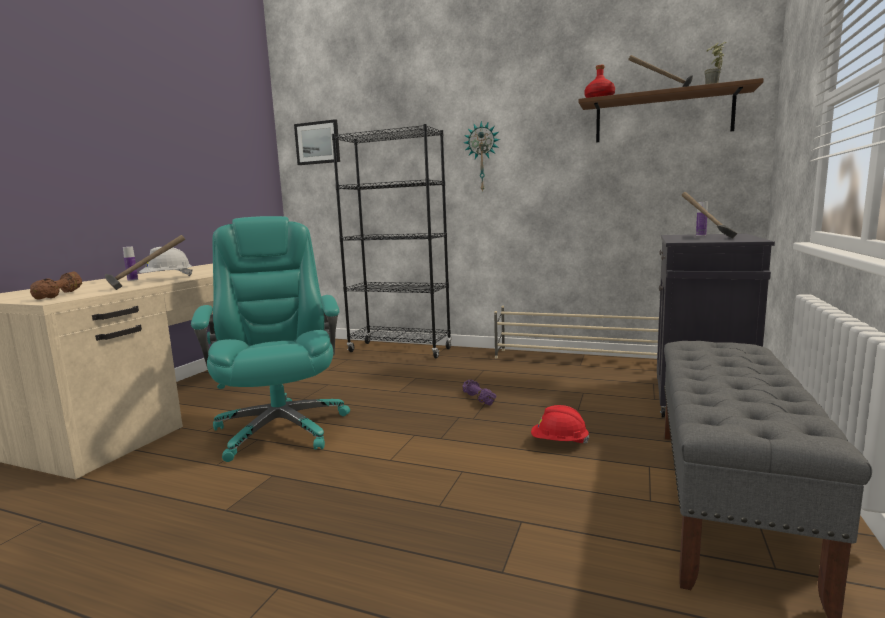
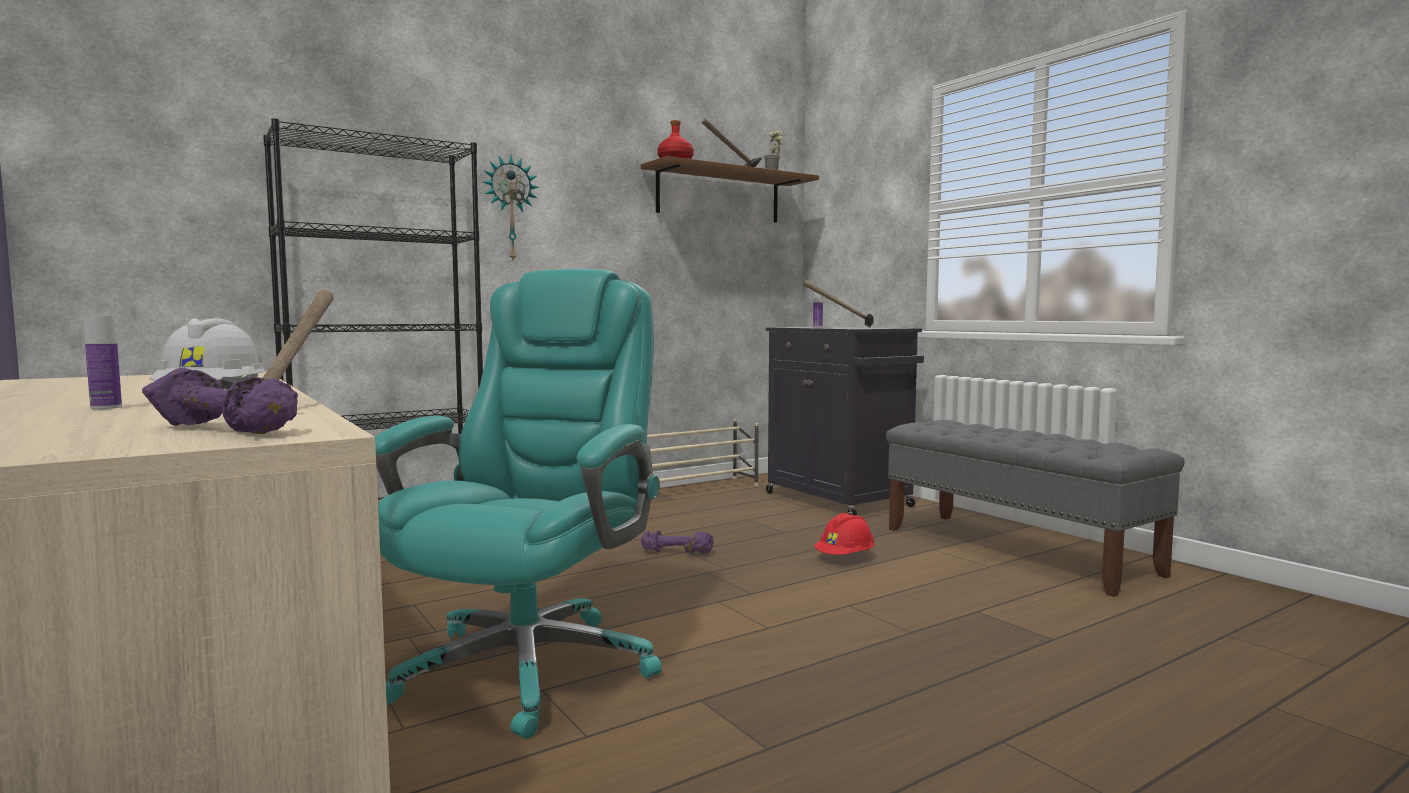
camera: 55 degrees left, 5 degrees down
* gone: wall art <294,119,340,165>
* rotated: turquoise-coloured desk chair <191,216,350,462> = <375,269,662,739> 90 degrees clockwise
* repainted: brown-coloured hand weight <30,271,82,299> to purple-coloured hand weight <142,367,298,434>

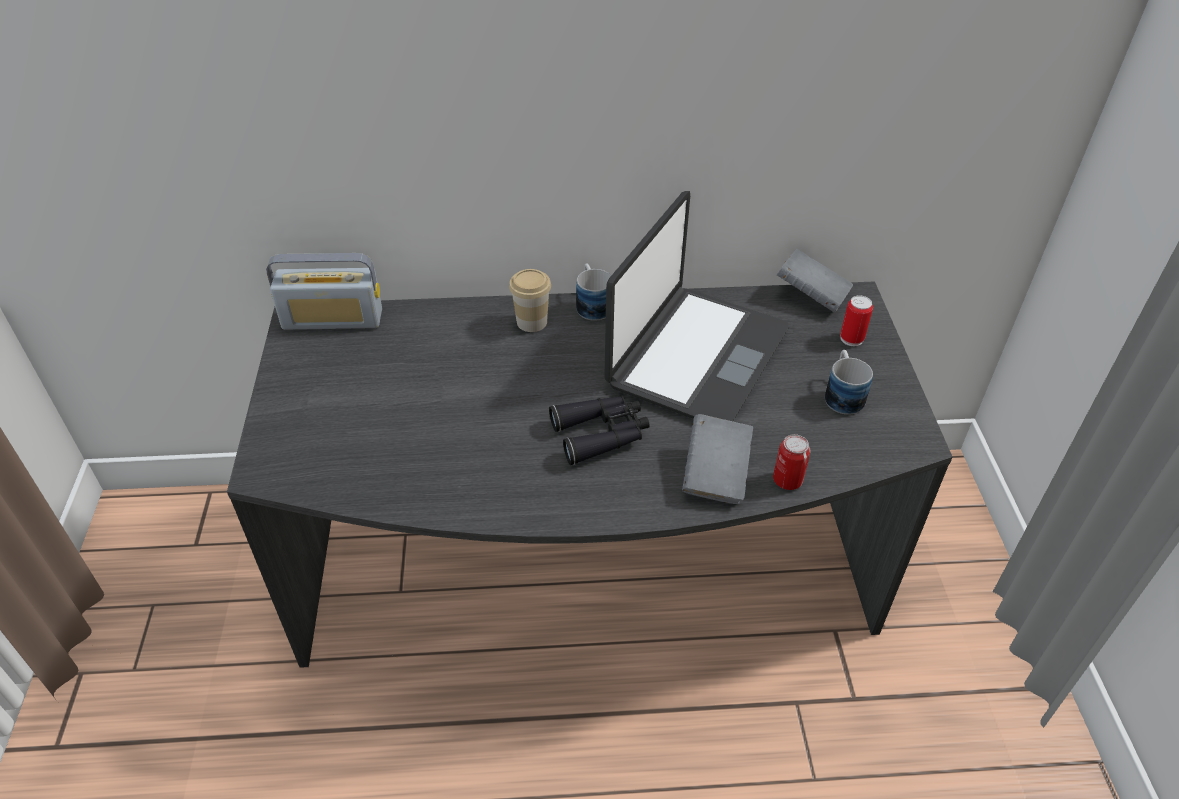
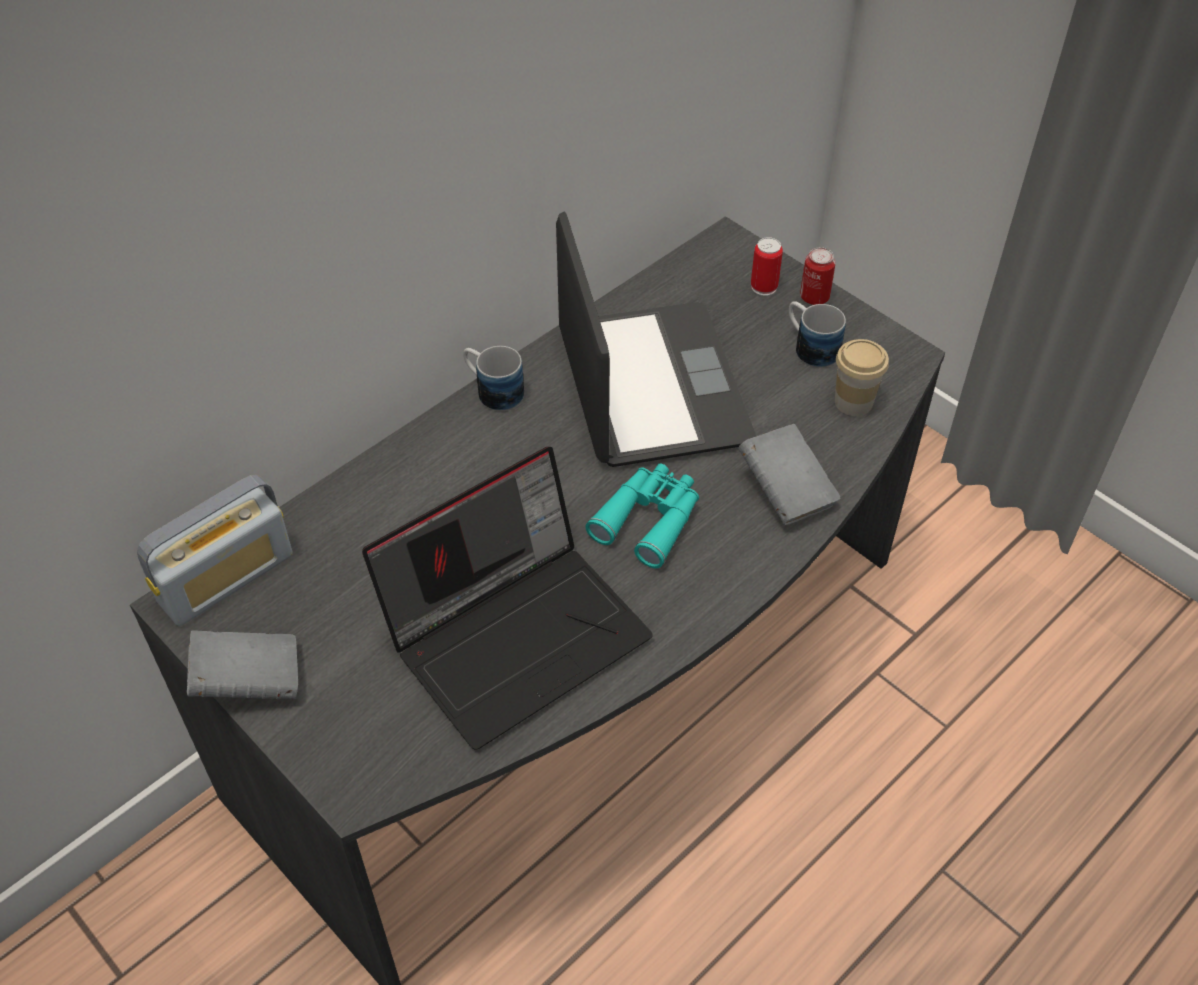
camera: 40 degrees left, 5 degrees up
* shifted: greyish volume <777,249,853,313> to <187,631,298,700>
* shifted: drinking cup <509,269,551,332> to <835,339,889,416>
* repainted: black-coloured binoculars <549,395,650,465> to turquoise-coloured binoculars <585,463,699,568>
* shifted: sealed can <773,434,810,490> to <800,247,836,305>
* new: portable computer <362,447,653,750>

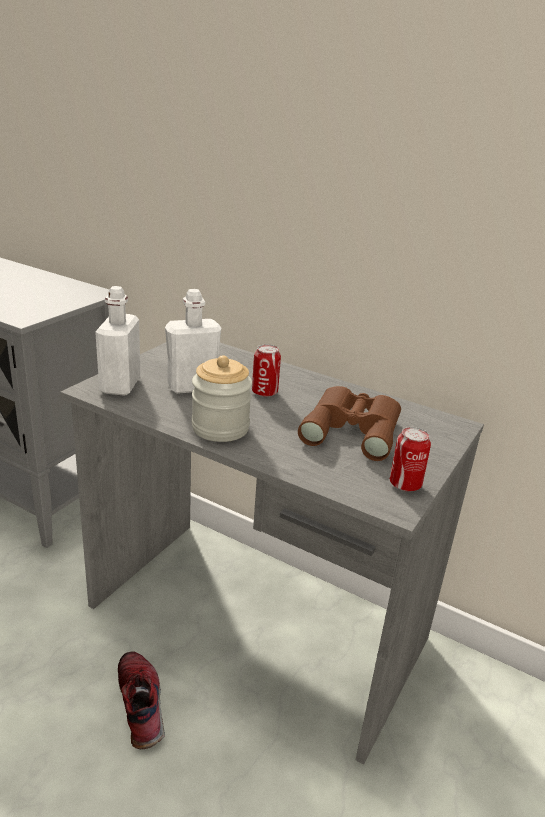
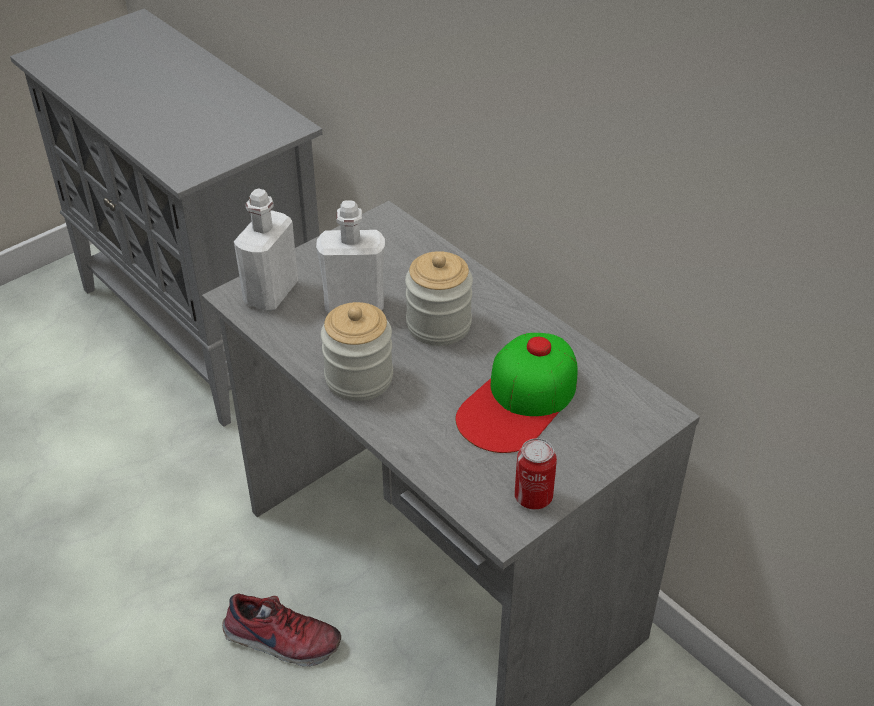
camera: 20 degrees right, 15 degrees up
* swapped: sealed can <252,344,281,397> to jar <405,251,473,346>
* swapped: brown-coloured binoculars <298,386,401,461> to peaked cap <455,333,578,453>
* rotated: shoe <118,652,165,749> = <222,593,341,667> 105 degrees clockwise

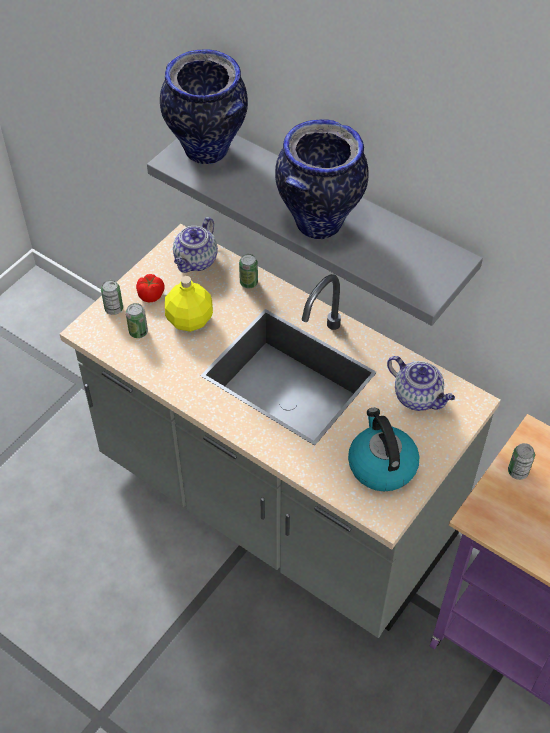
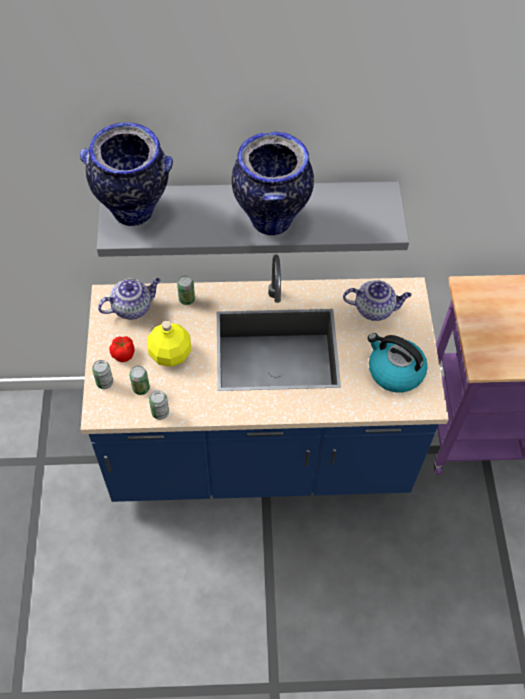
camera: 40 degrees left, 5 degrees up
* rotated: tea pot <173,217,218,273> = <98,278,160,320> 105 degrees counterclockwise
* repainted: greyish kitchen counter <60,224,501,638> to blue kitchen counter <81,254,449,502>
* shifted: sealed can <508,443,535,480> to <149,390,169,420>

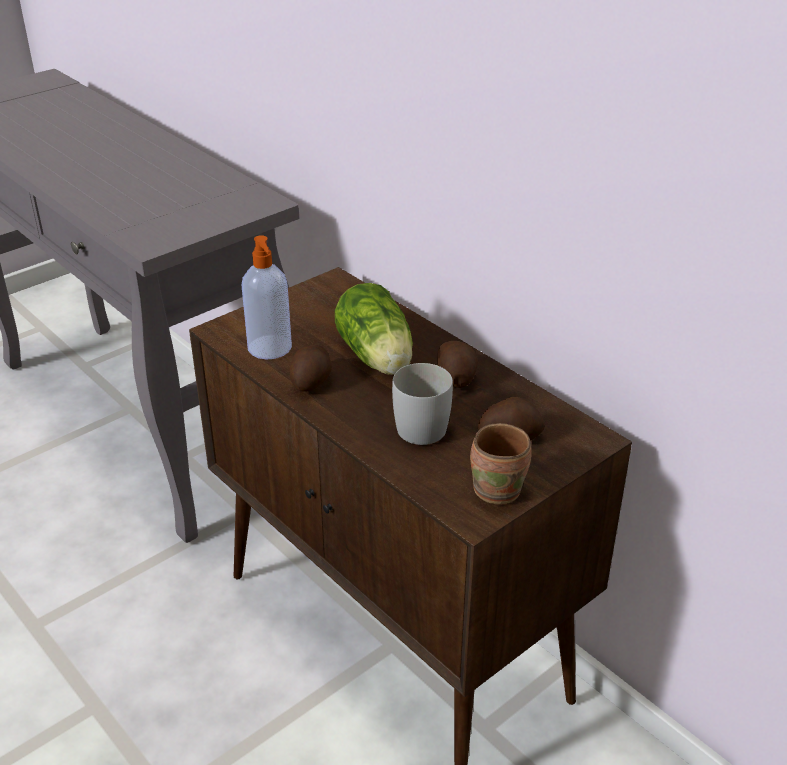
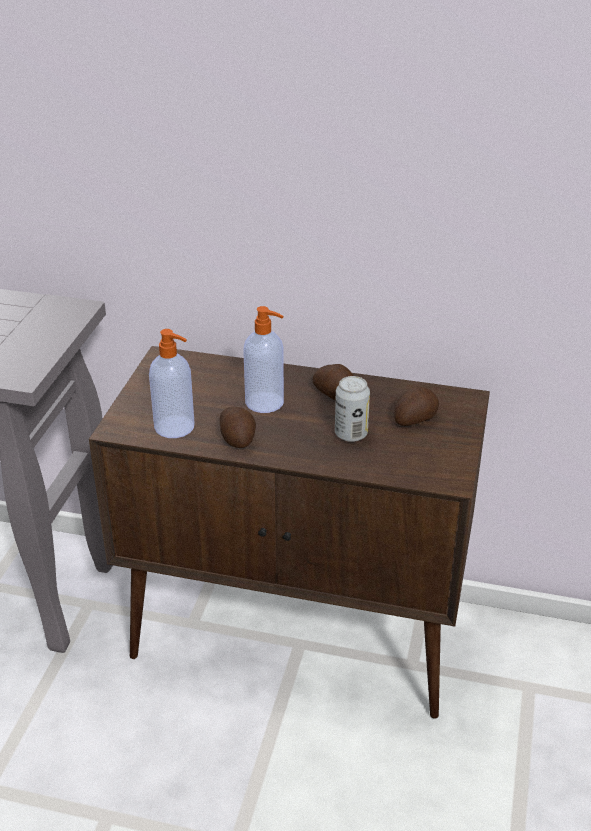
camera: 35 degrees left, 0 degrees up
* swapped: head of lettuce <335,283,413,375> to soap dispenser <243,306,284,413>
* swapped: white coffee mug <392,363,453,445> to sealed can <335,376,370,442>
* gone: brown-coloured coffee mug <470,423,532,504>

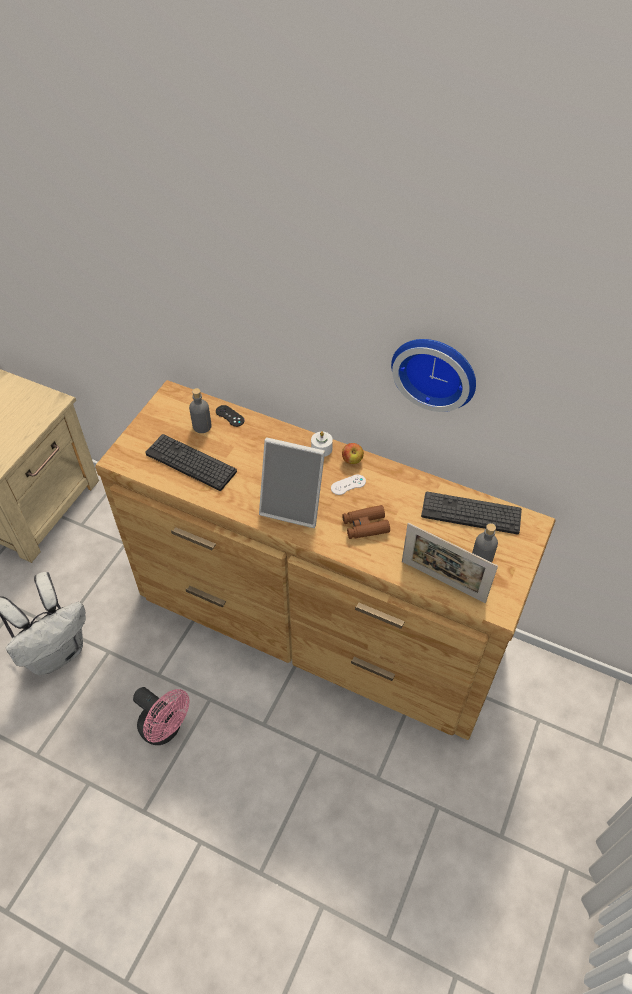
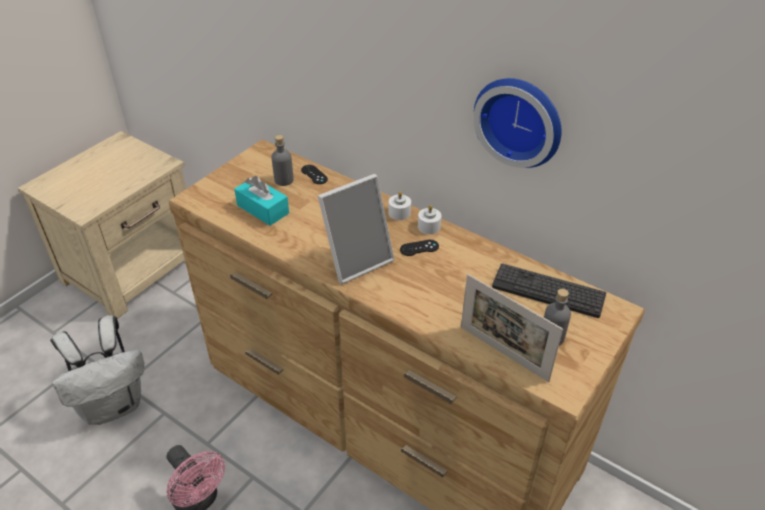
camera: 10 degrees right, 10 degrees down
* swapped: keyboard <145,434,237,491> to turquoise-coloured tissue holder <234,176,289,226>
* rotated: standing frame <259,437,325,528> = <318,174,394,284> 60 degrees counterclockwise
* swapped: whole apple <342,443,364,464> to white wax light <418,205,441,234>
* repainted: white joypad <331,475,366,495> to black-coloured joypad <400,240,439,256>
* gone: brown-coloured binoculars <342,505,390,539>

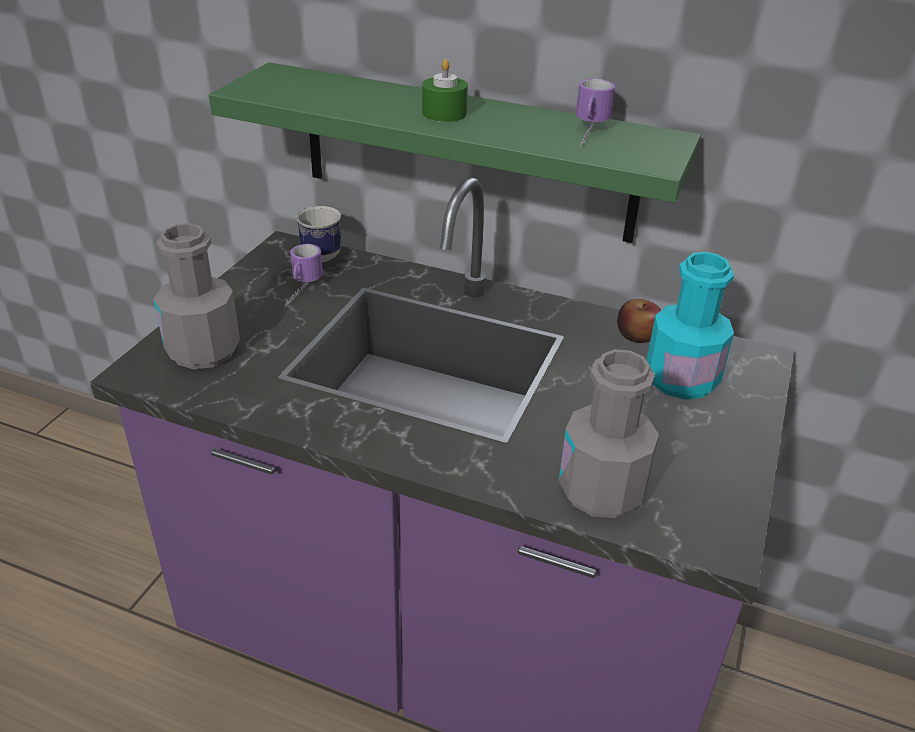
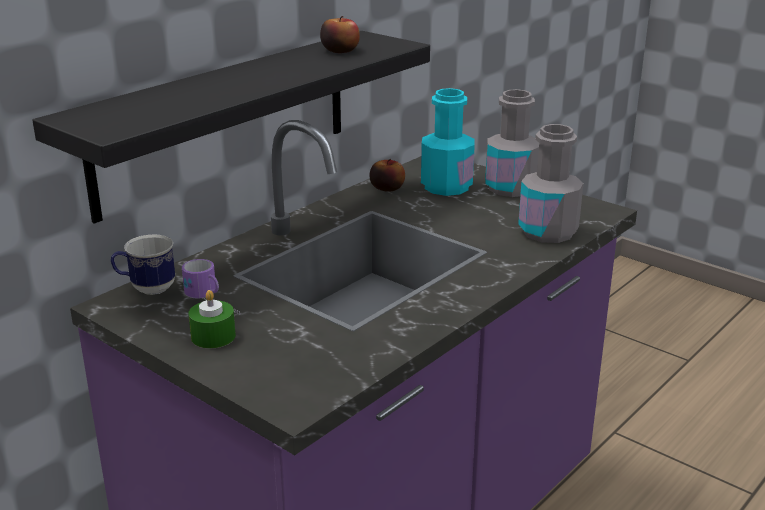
camera: 70 degrees left, 10 degrees down
* shifted: greenish wax light <422,59,468,122> to <188,290,236,348>
* repainted: greenish bracket shelf <209,62,701,243> to black-coloured bracket shelf <32,31,430,224>
* swapped: coffee mug <576,79,615,148> to whole apple <320,16,360,53>
* shifted: greyish drink bottle <153,223,240,369> to <485,89,539,197>

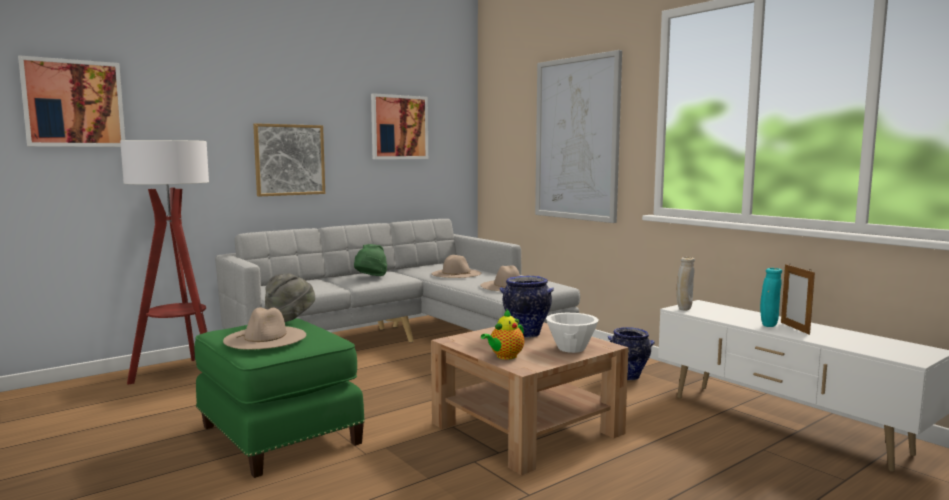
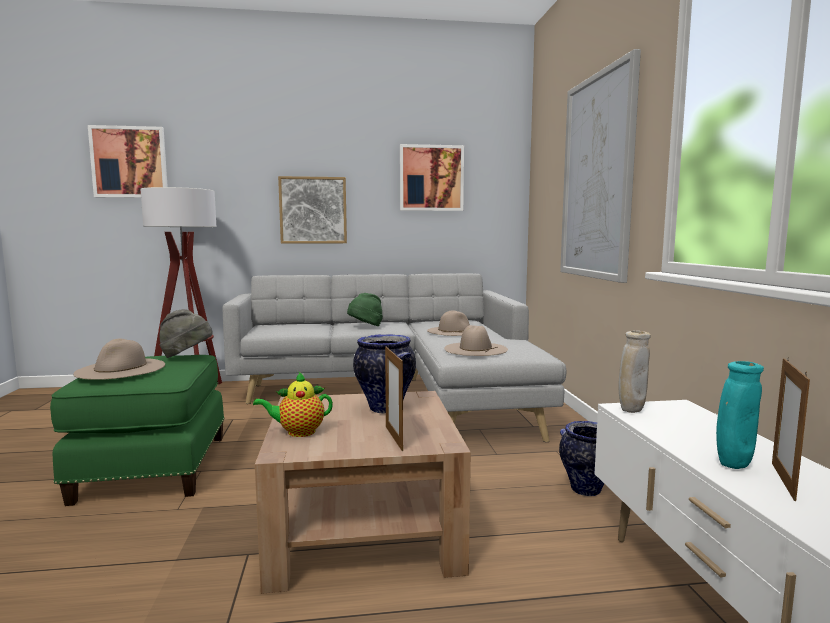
camera: 30 degrees right, 0 degrees up
* swapped: white deep dish <546,313,599,353> to standing frame <385,345,403,451>

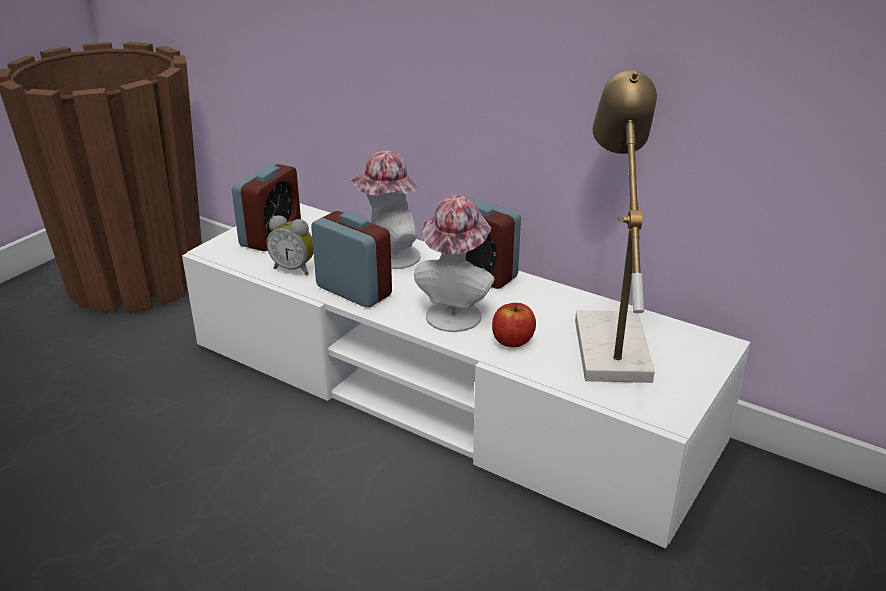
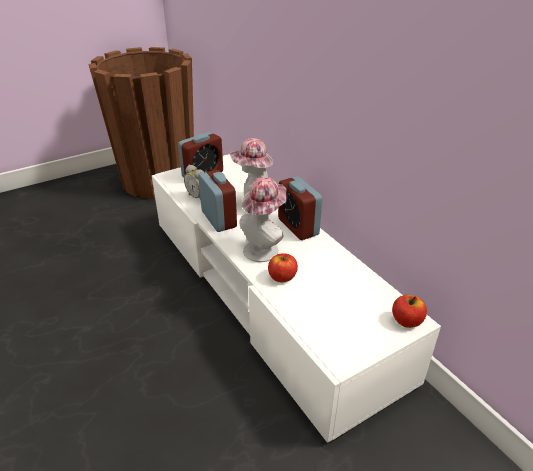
camera: 25 degrees right, 5 degrees up
* gone: table lamp <575,70,657,383>
* new: whole apple <392,295,427,328>

